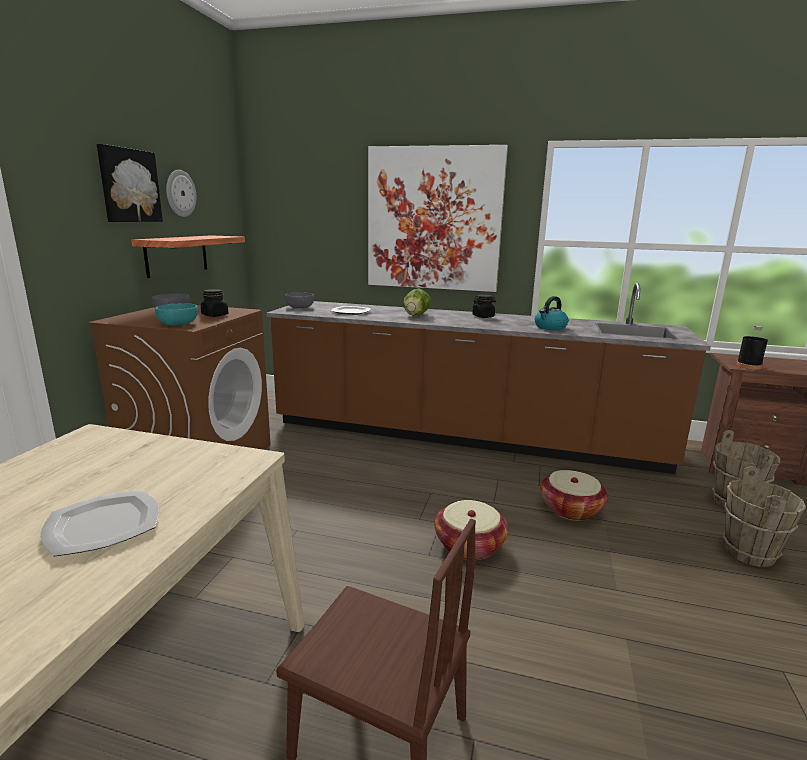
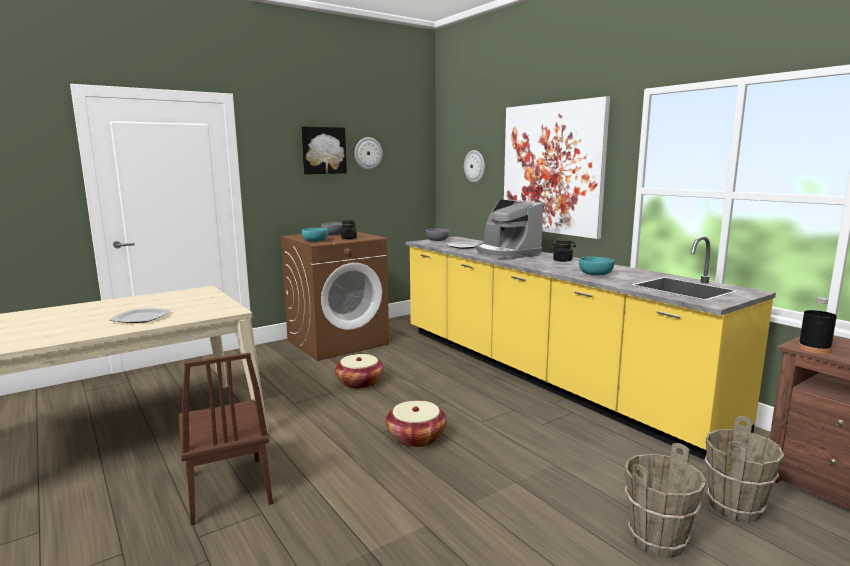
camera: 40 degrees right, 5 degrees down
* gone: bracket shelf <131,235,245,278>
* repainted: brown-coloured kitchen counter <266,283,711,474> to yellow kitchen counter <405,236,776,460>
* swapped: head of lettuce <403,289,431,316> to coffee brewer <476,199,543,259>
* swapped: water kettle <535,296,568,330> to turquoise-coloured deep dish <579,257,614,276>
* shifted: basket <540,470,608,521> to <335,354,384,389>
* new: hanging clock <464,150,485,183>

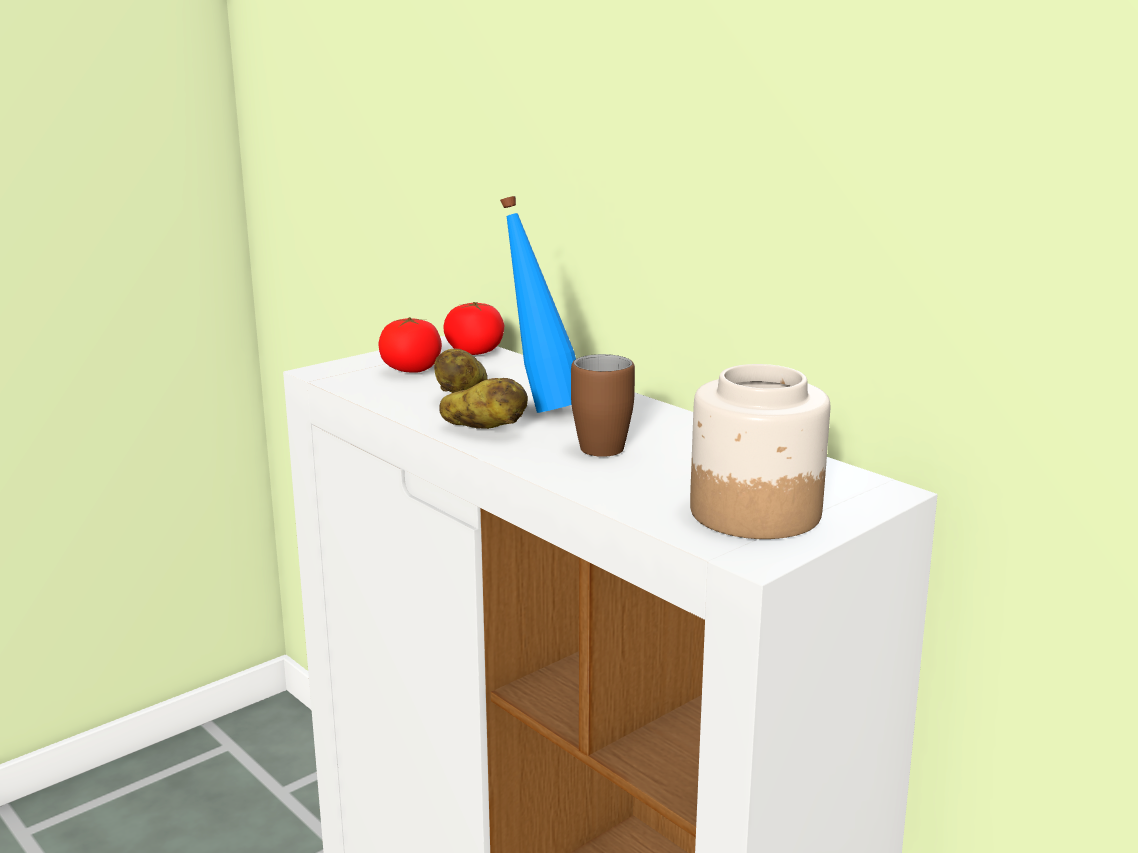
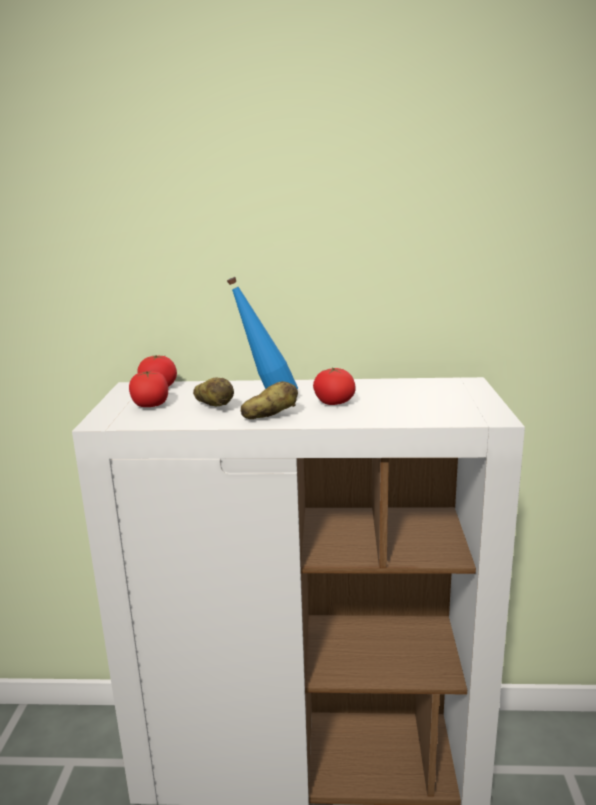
camera: 45 degrees left, 0 degrees up
* swapped: brown-coloured coffee mug <571,354,635,457> to fresh tomato <313,367,356,405>
* gone: jar <690,364,830,539>

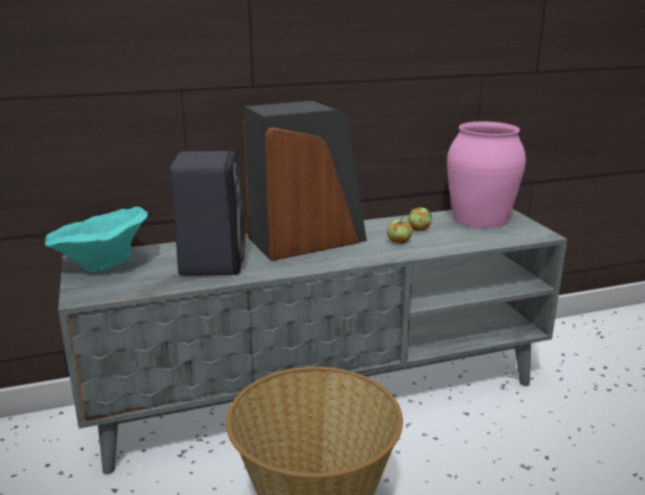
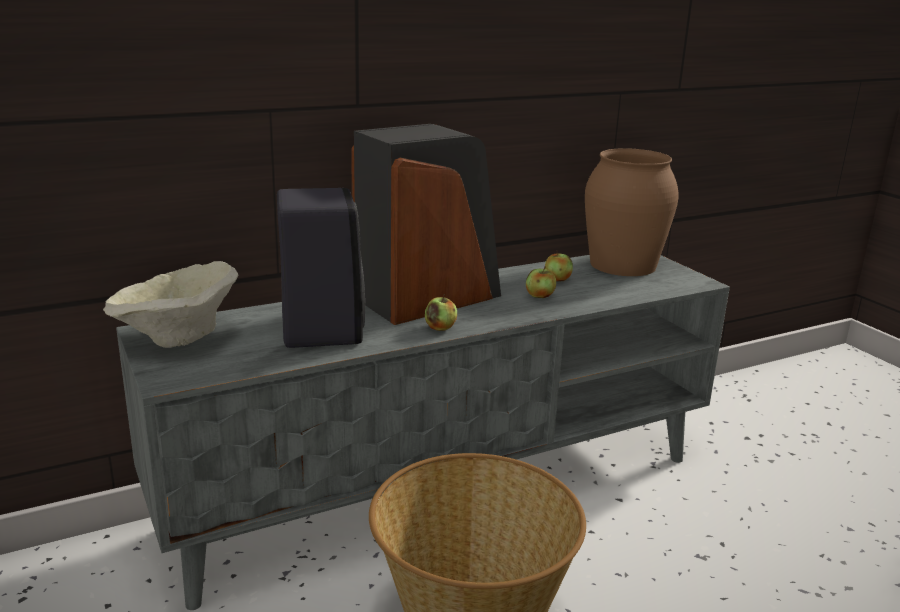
camera: 10 degrees left, 0 degrees up
* repainted: pink vase <447,122,526,228> to brown-coloured vase <585,148,679,276>
* repainted: turquoise-coloured deep dish <45,207,148,272> to beige deep dish <103,261,238,348>
* new: whole apple <425,294,457,331>

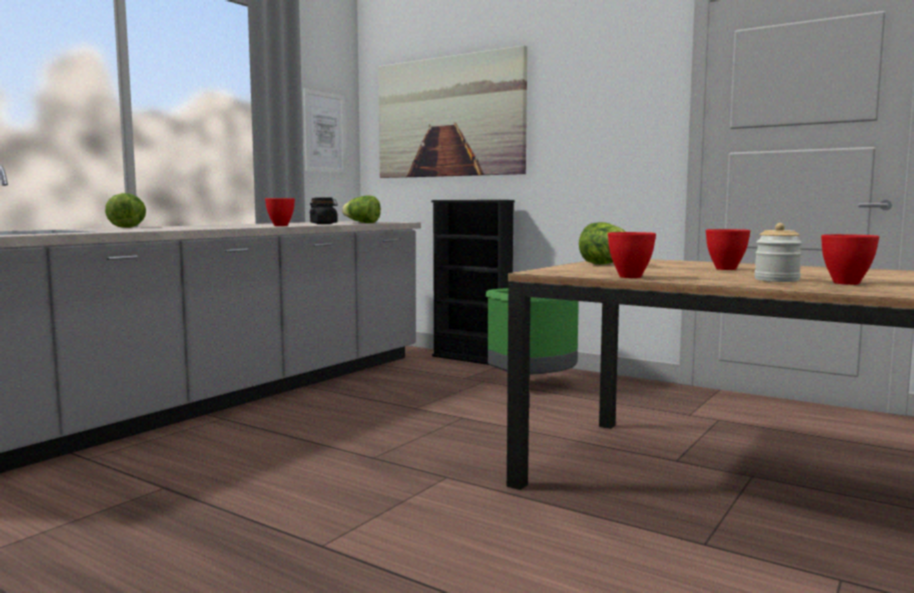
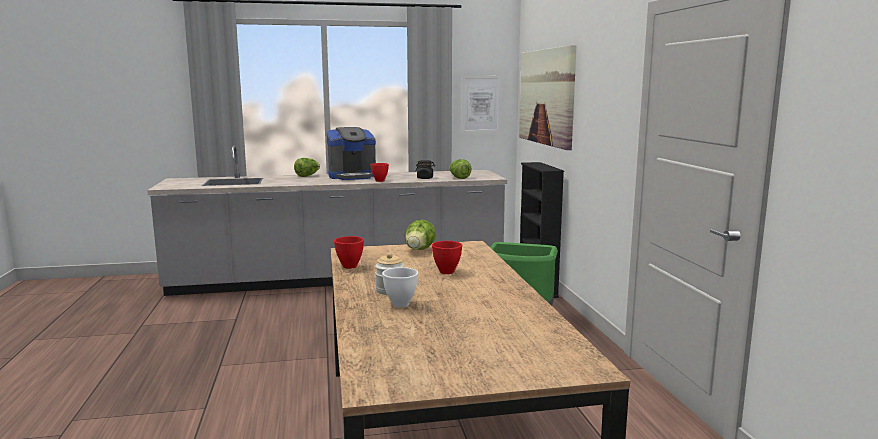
camera: 45 degrees right, 5 degrees up
* repainted: red-coloured deep dish <821,234,879,285> to white deep dish <382,267,418,308>
* new: coffee brewer <327,127,376,180>

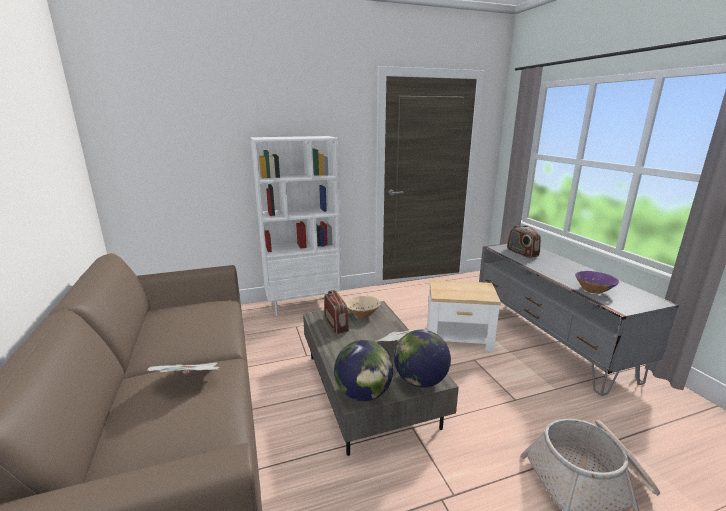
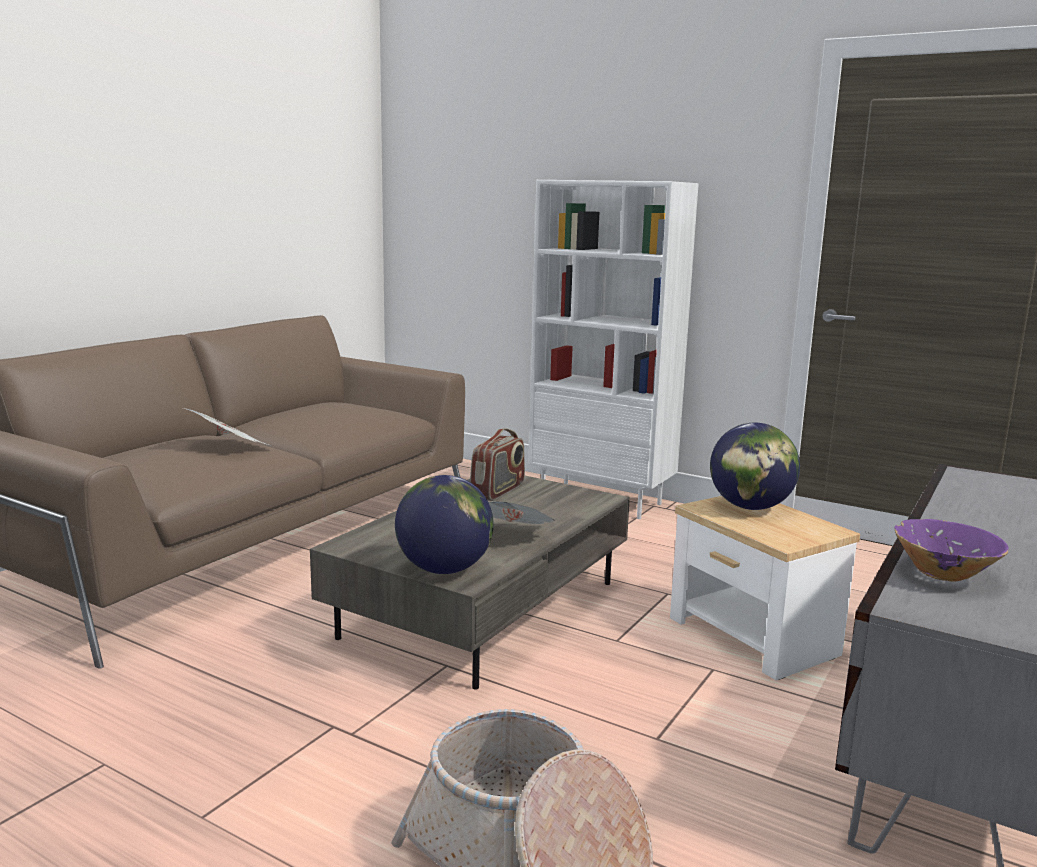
camera: 50 degrees right, 5 degrees down
* gone: radio set <507,226,541,258>
* gone: beige deep dish <346,296,380,318>
* shifted: desk globe <334,340,393,401> to <710,423,800,510>

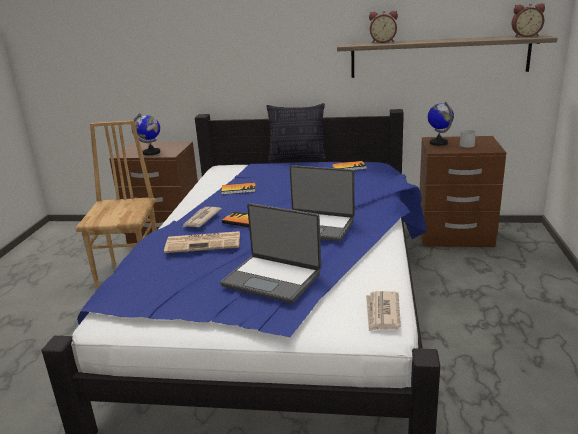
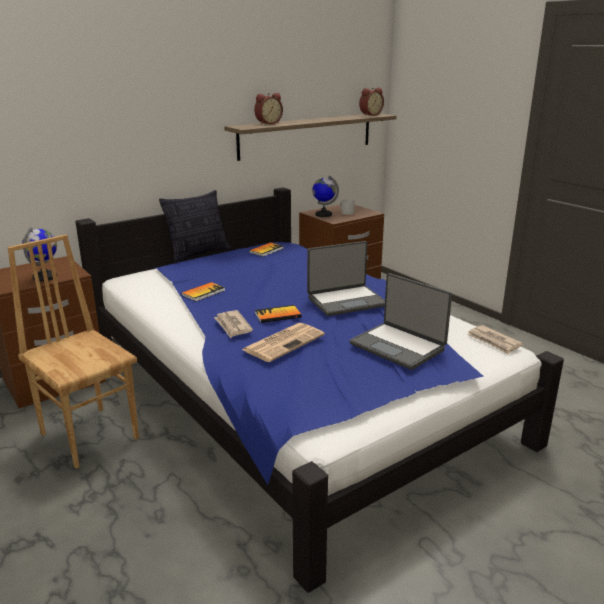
camera: 45 degrees left, 0 degrees up
* rotated: portable computer <220,203,321,303> = <350,273,452,370> 60 degrees clockwise

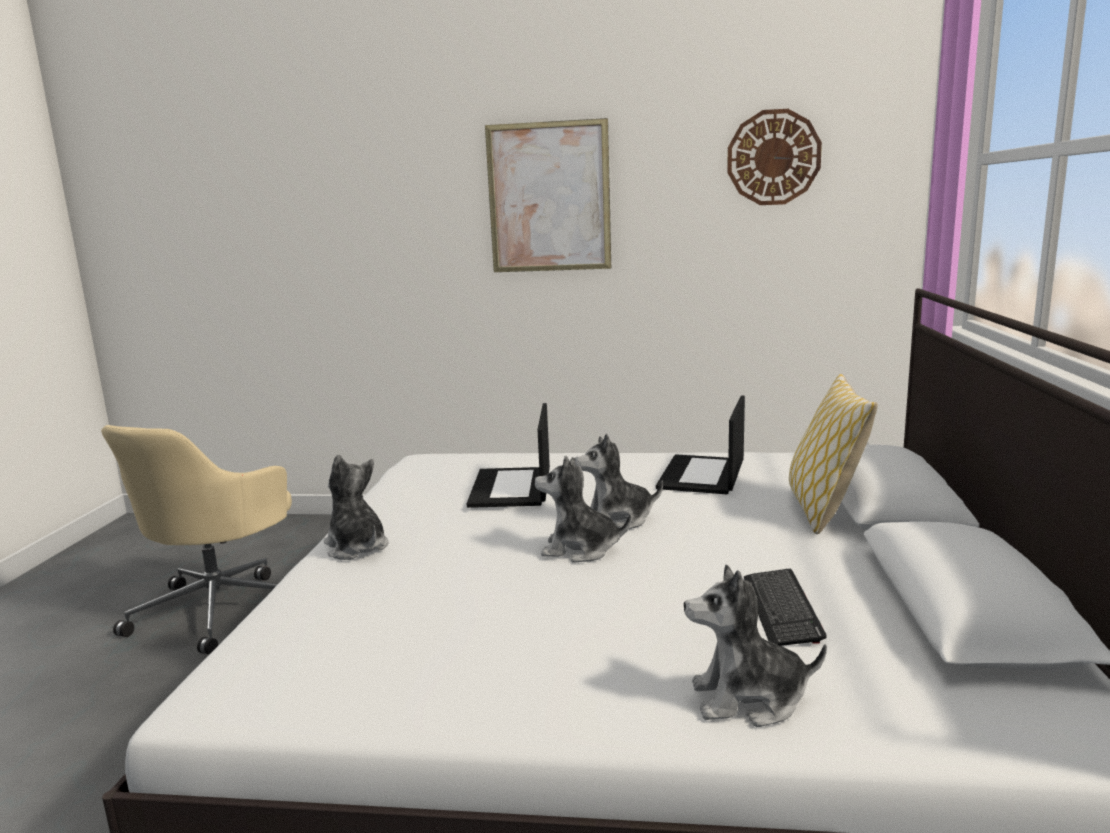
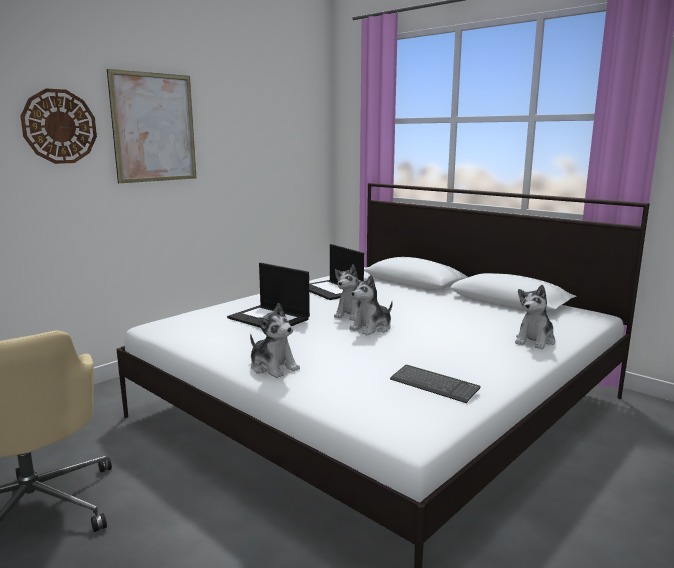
camera: 55 degrees left, 0 degrees up
* shifted: hanging clock <727,109,822,205> to <20,89,97,164>
* gone: cushion <789,374,878,534>
* rotated: soft toy <324,455,389,560> = <250,303,300,378> 135 degrees counterclockwise
* shifted: keyboard <744,569,827,646> to <390,365,481,403>

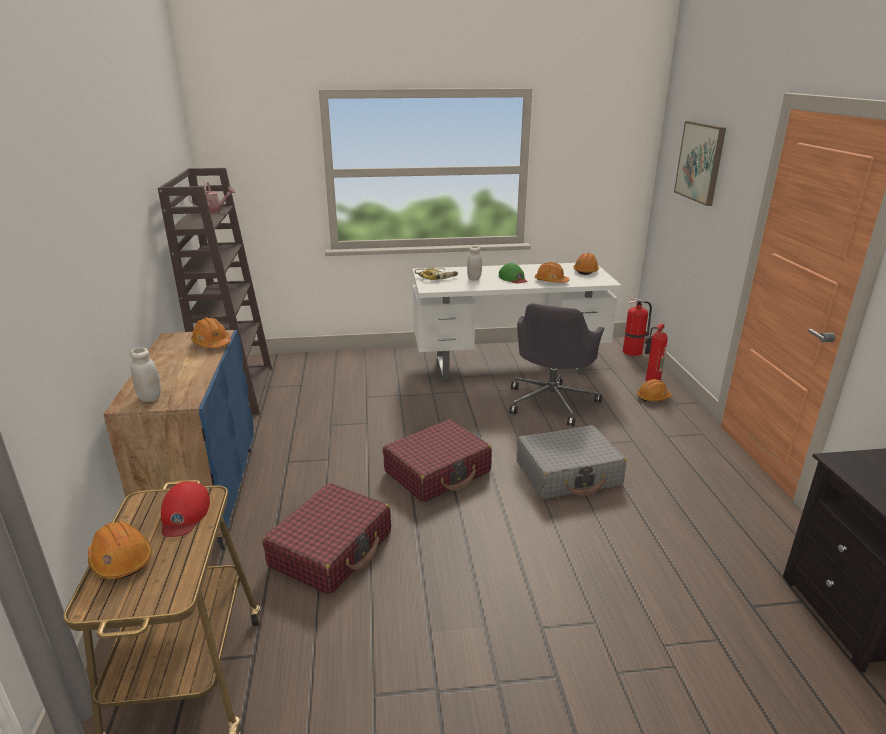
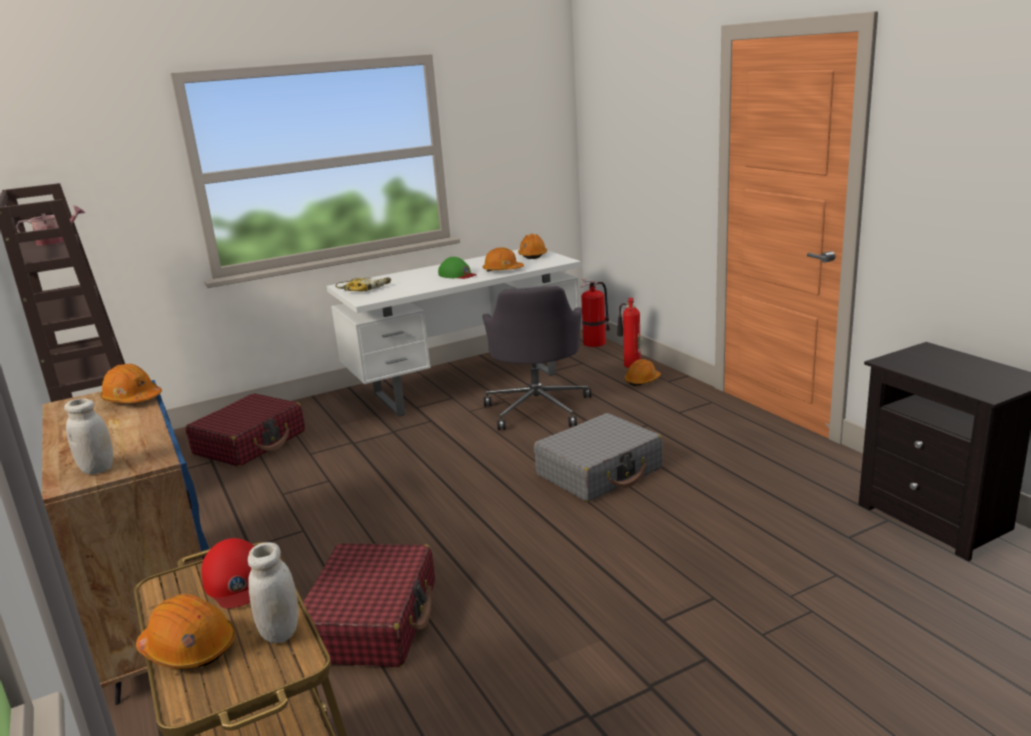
camera: 20 degrees left, 5 degrees down
* gone: wall art <674,121,726,206>
* shifted: white jar <467,246,482,281> to <248,542,298,643>
* shifted: red-coloured travel case <383,420,492,502> to <185,393,305,467>

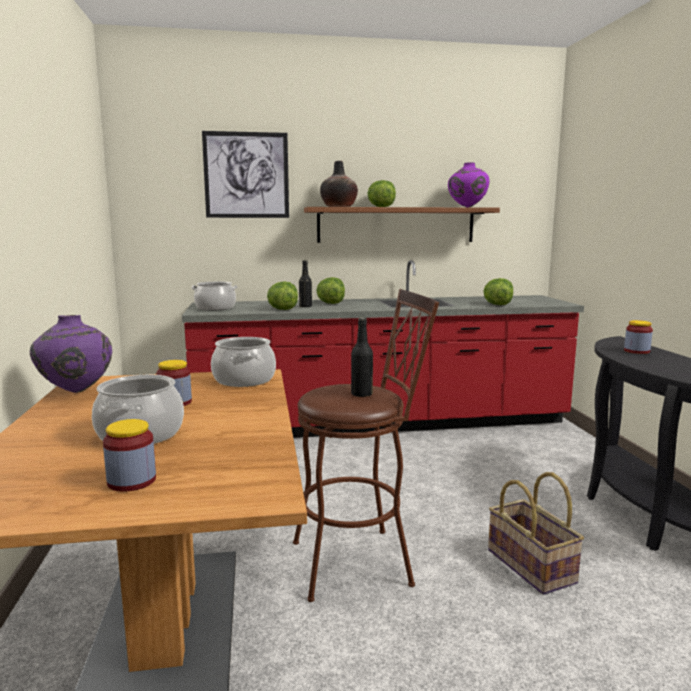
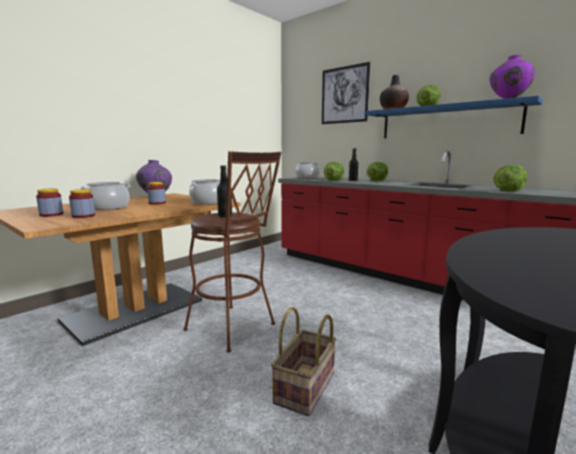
camera: 50 degrees right, 0 degrees up
* repainted: brown-coloured bracket shelf <304,207,500,243> to blue bracket shelf <364,96,543,138>
* shifted: jar <624,320,653,354> to <69,189,95,218>

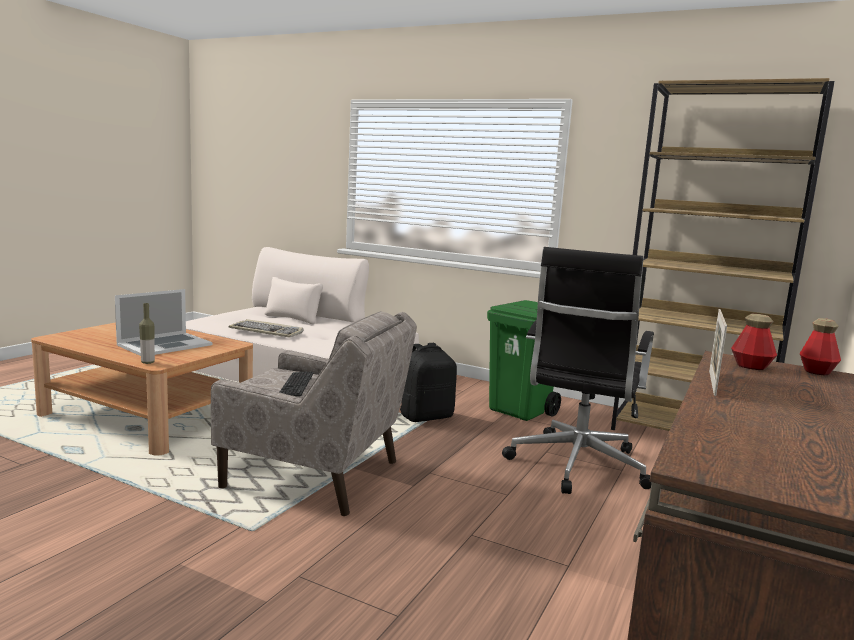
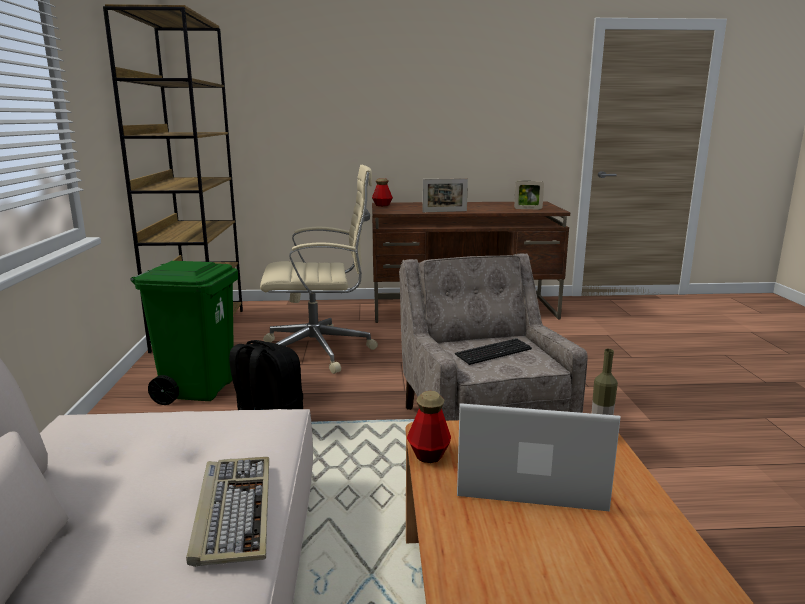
camera: 120 degrees left, 5 degrees up
* repainted: black-coloured desk chair <502,247,654,494> to beige desk chair <260,165,378,374>
* shifted: drink bottle <731,314,777,370> to <407,391,451,463>
* new: standing frame <514,181,544,209>

